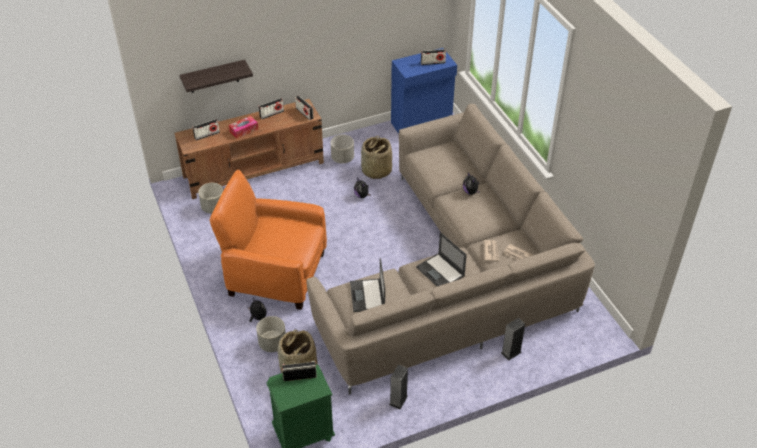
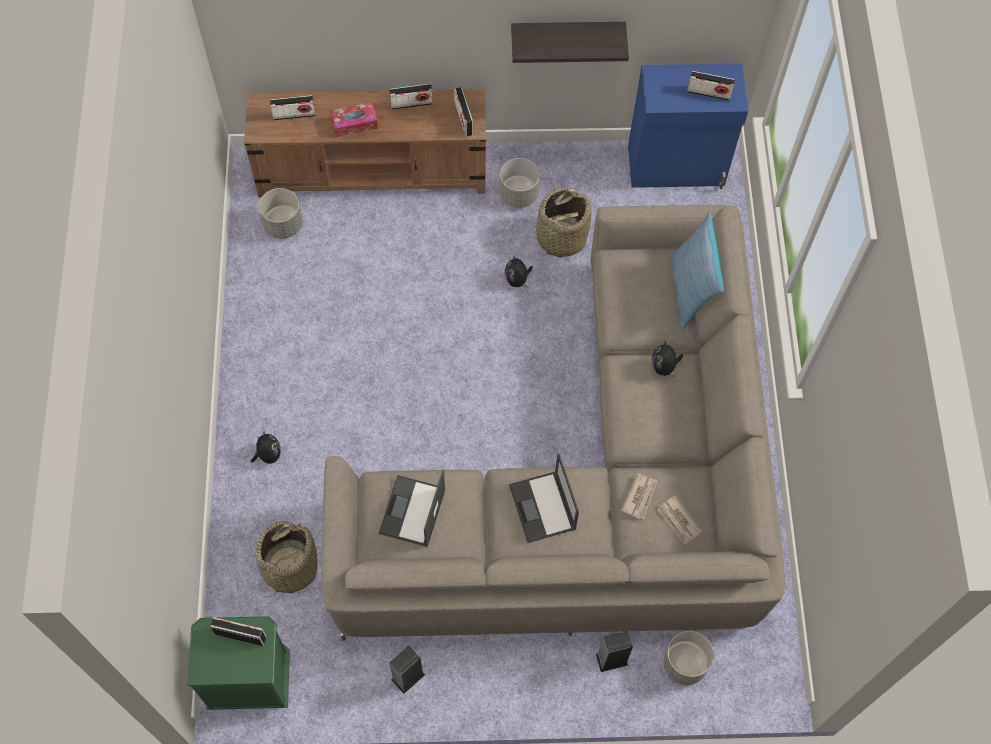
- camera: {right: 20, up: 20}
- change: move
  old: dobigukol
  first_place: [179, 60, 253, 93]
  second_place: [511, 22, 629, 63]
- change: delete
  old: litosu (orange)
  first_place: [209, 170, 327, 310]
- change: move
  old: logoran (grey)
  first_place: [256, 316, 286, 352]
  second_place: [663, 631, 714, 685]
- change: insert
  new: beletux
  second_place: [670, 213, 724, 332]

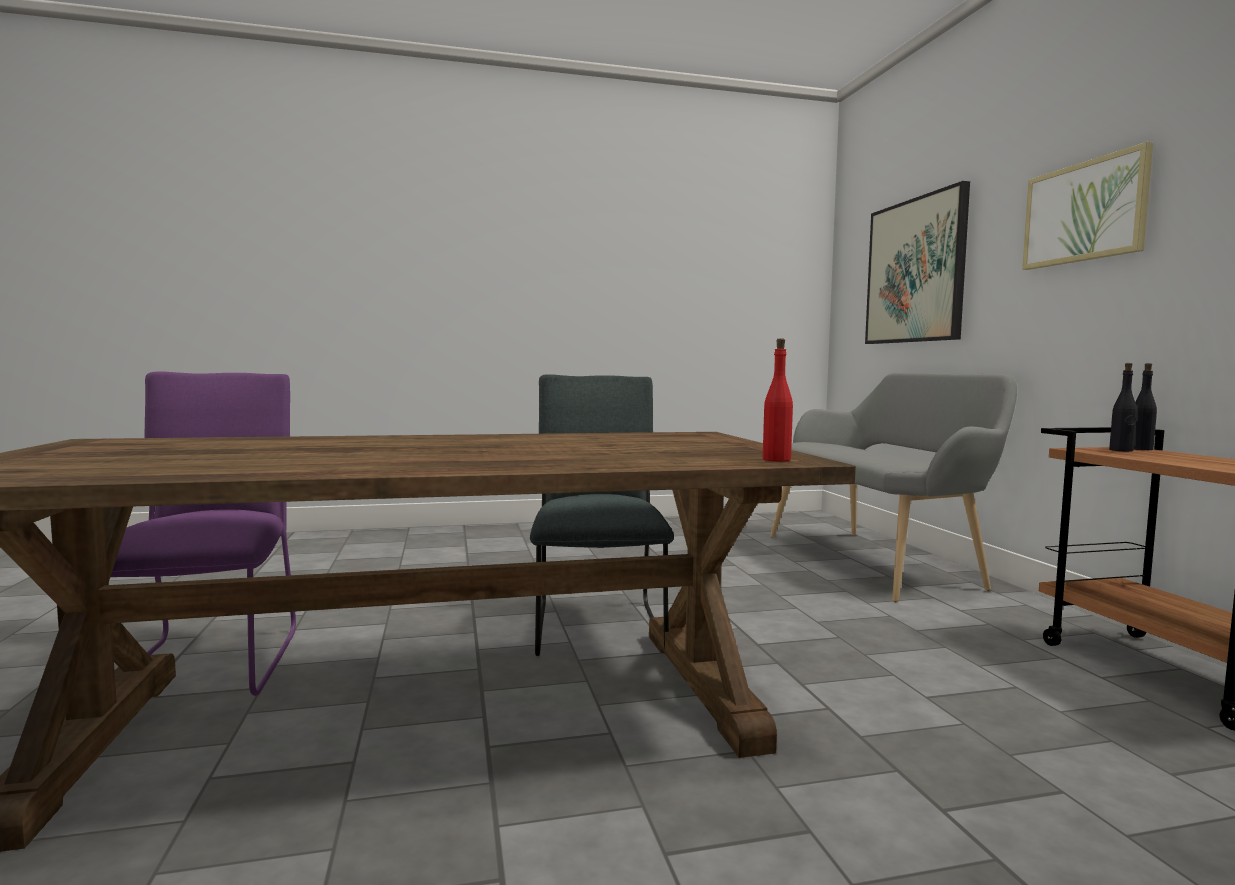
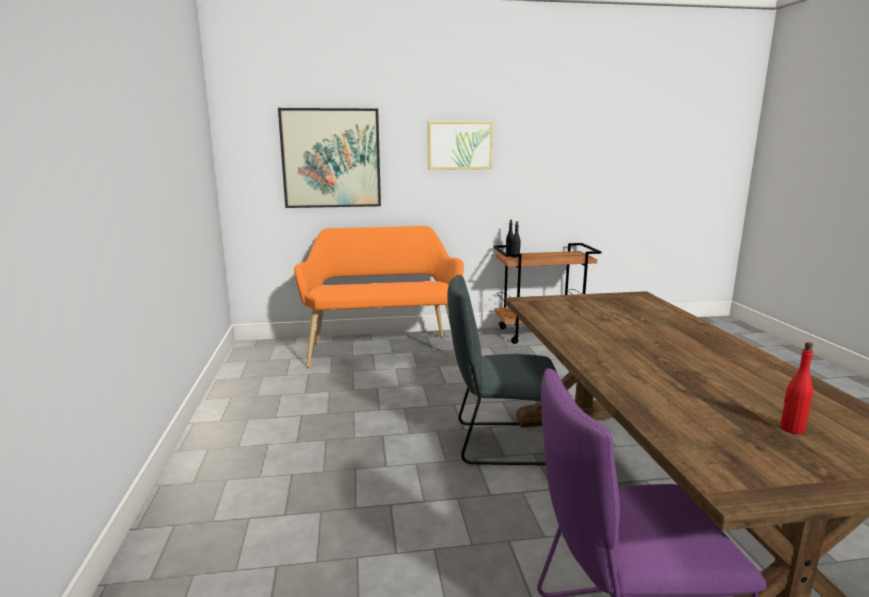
- camera: {right: -85, up: 10}
- change: move
  old: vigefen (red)
  first_place: [763, 338, 793, 462]
  second_place: [780, 342, 813, 434]
- change: recolor
  old: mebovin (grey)
  new: mebovin (orange)
  first_place: [770, 373, 1017, 602]
  second_place: [294, 226, 464, 368]

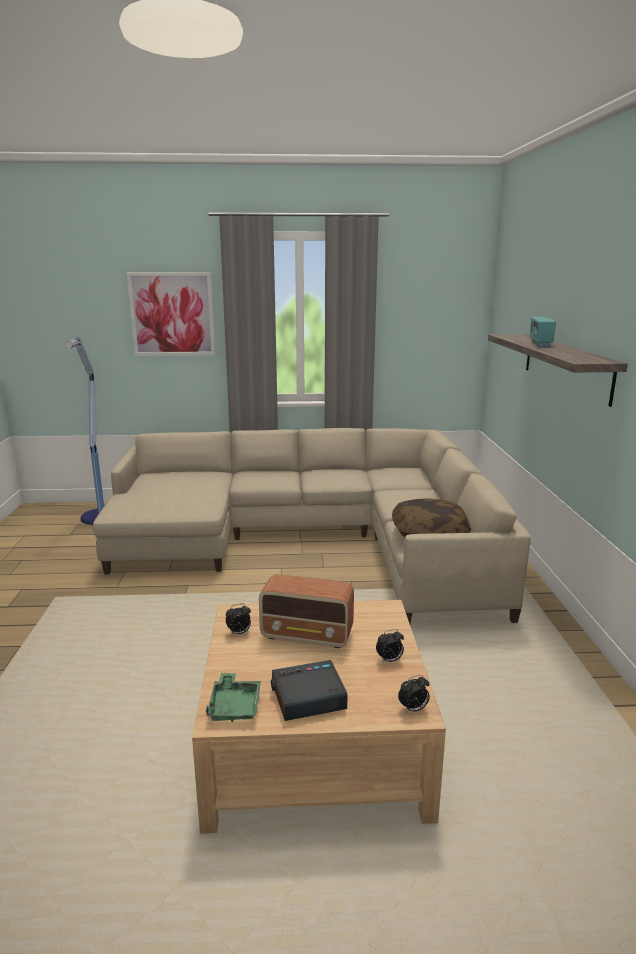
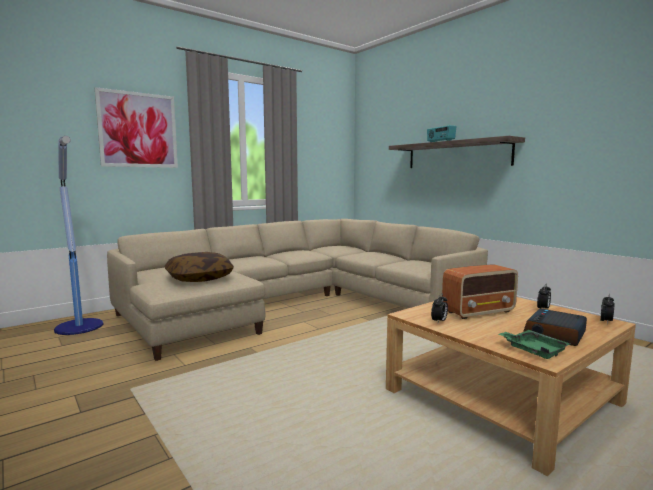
- camera: {right: -35, up: -10}
- change: move
  old: beletux
  first_place: [392, 498, 471, 537]
  second_place: [164, 252, 234, 282]

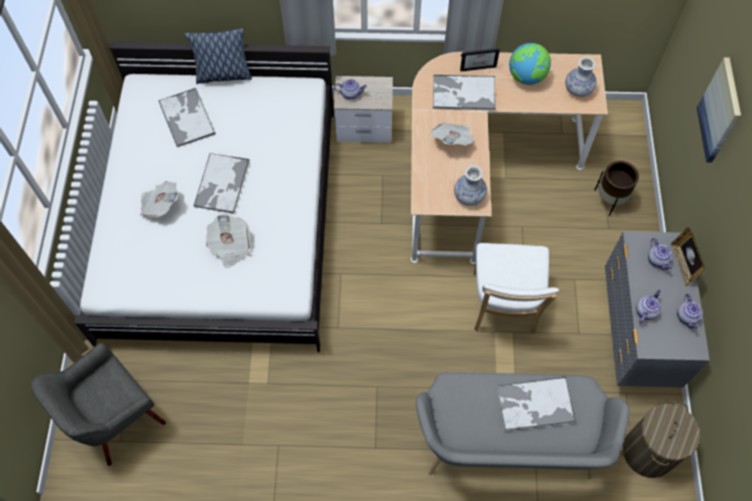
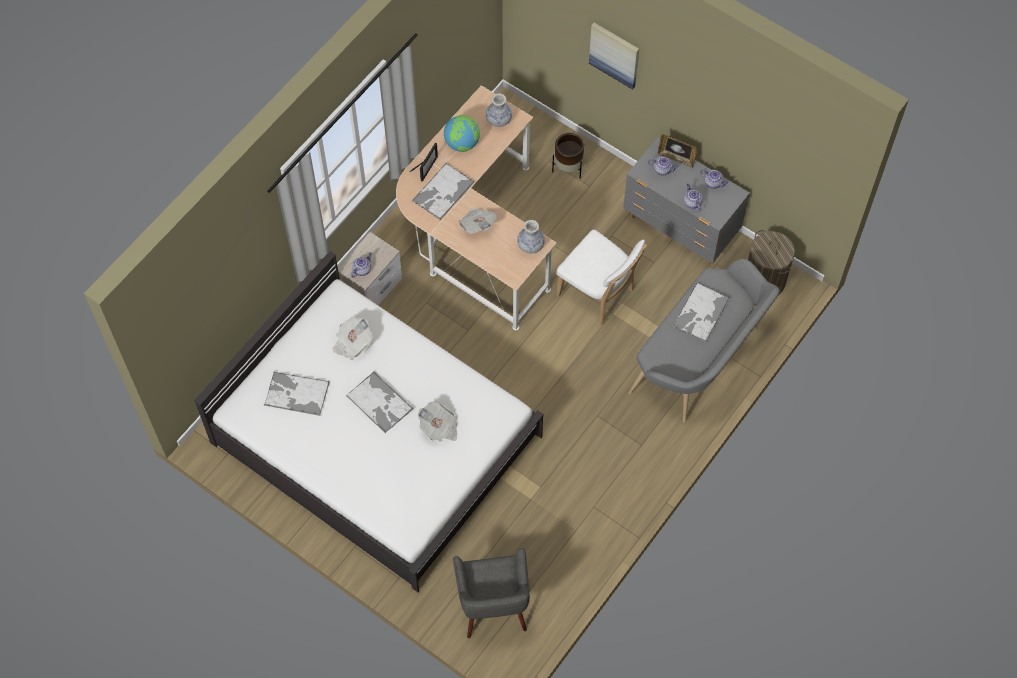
- camera: {right: -55, up: 0}
- change: move
  old: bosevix
  first_place: [140, 181, 178, 217]
  second_place: [333, 316, 372, 360]
- change: delete
  old: beletux
  first_place: [184, 28, 252, 84]

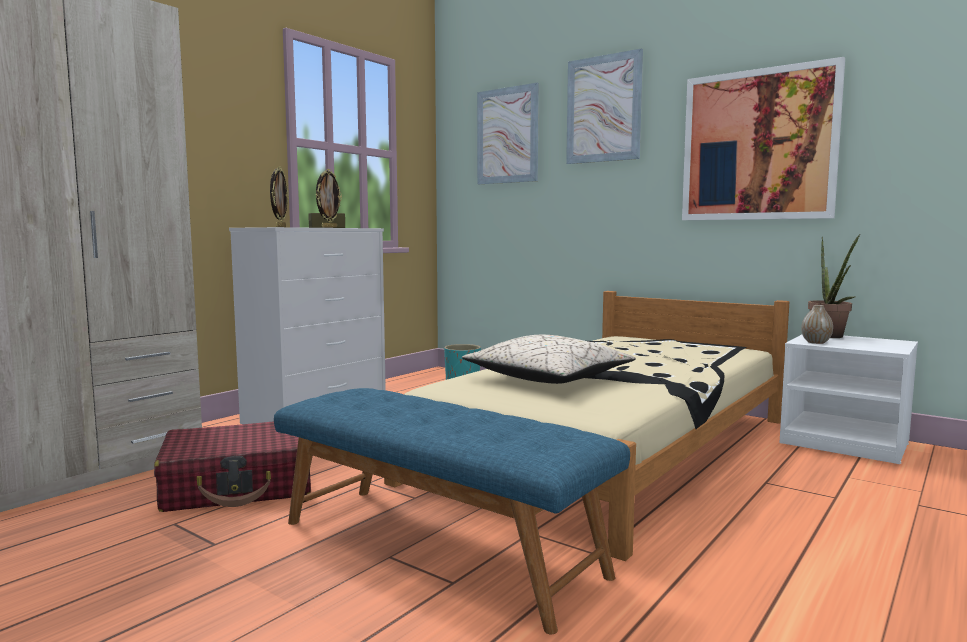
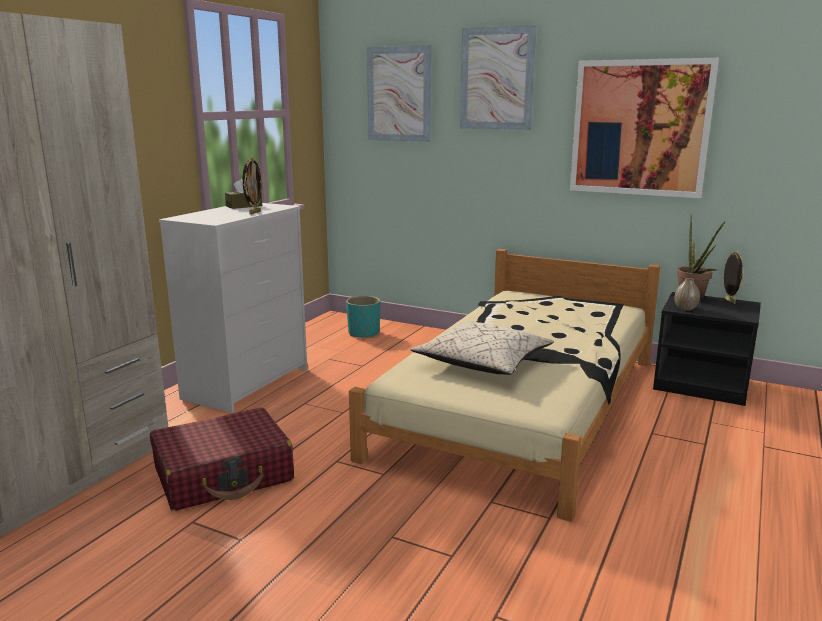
- camera: {right: -10, up: 10}
- change: move
  old: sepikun
  first_place: [270, 166, 289, 227]
  second_place: [724, 251, 744, 304]
- change: delete
  old: mebovin (blue)
  first_place: [274, 388, 630, 634]
- change: recolor
  old: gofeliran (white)
  new: gofeliran (black)
  first_place: [779, 335, 918, 464]
  second_place: [653, 292, 761, 406]

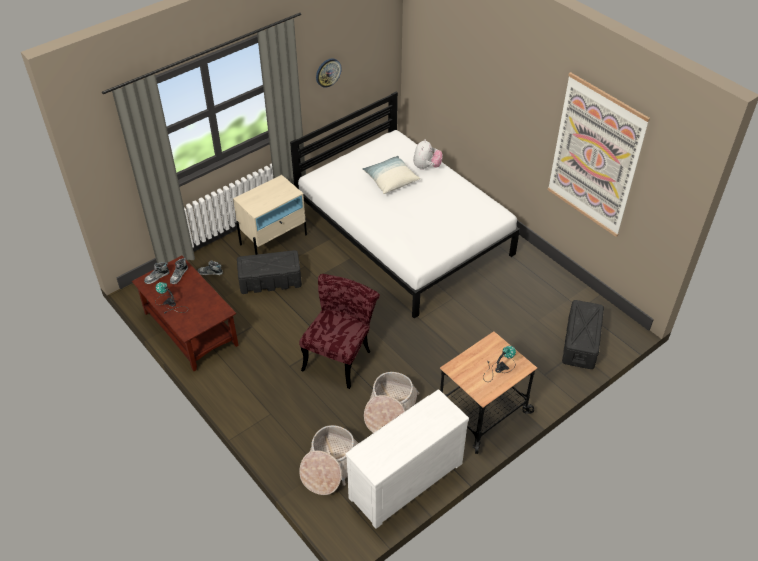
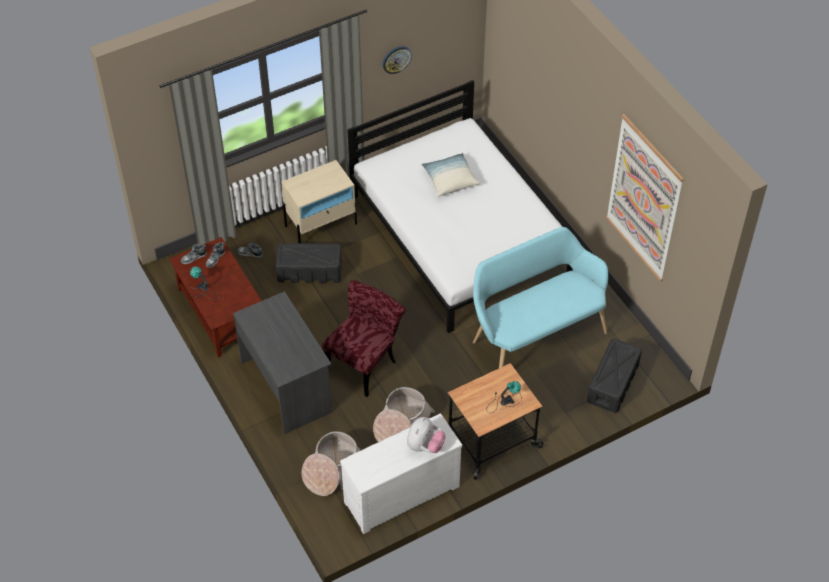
- camera: {right: 10, up: 5}
- change: move
  old: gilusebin
  first_place: [413, 139, 443, 170]
  second_place: [407, 417, 445, 453]
- change: insert
  new: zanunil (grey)
  second_place: [233, 291, 332, 434]
- change: insert
  new: mebovin (turquoise)
  second_place: [473, 227, 608, 368]

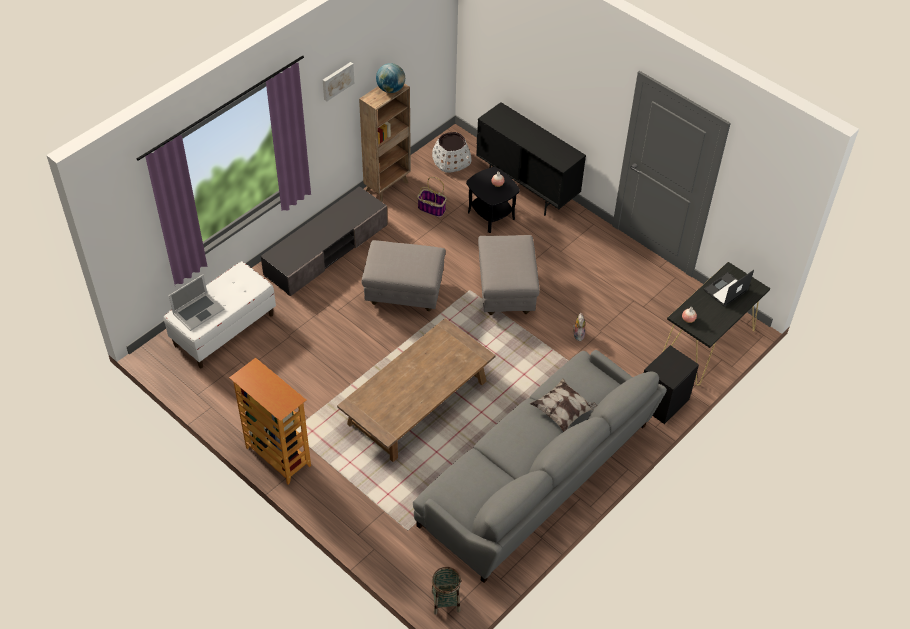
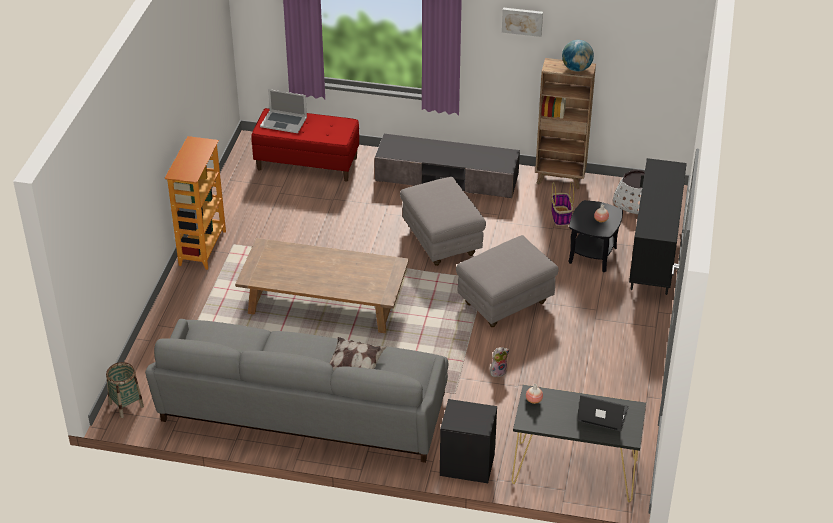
- camera: {right: 60, up: -10}
- change: recolor
  old: mebovin (white)
  new: mebovin (red)
  first_place: [164, 261, 276, 368]
  second_place: [251, 108, 359, 182]

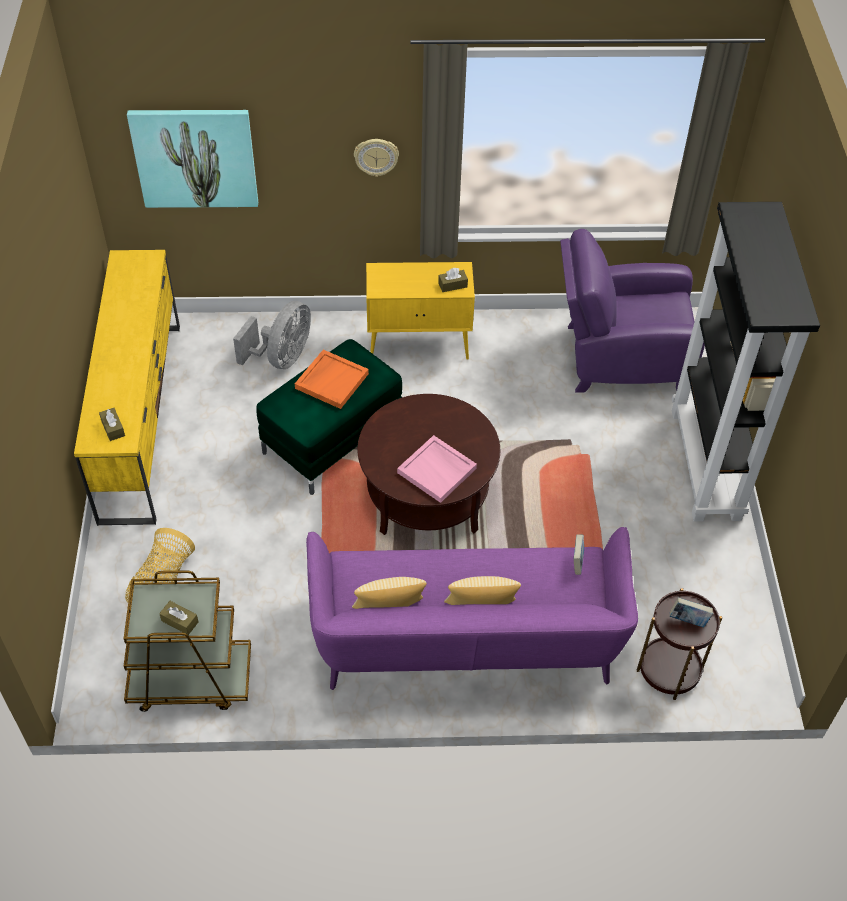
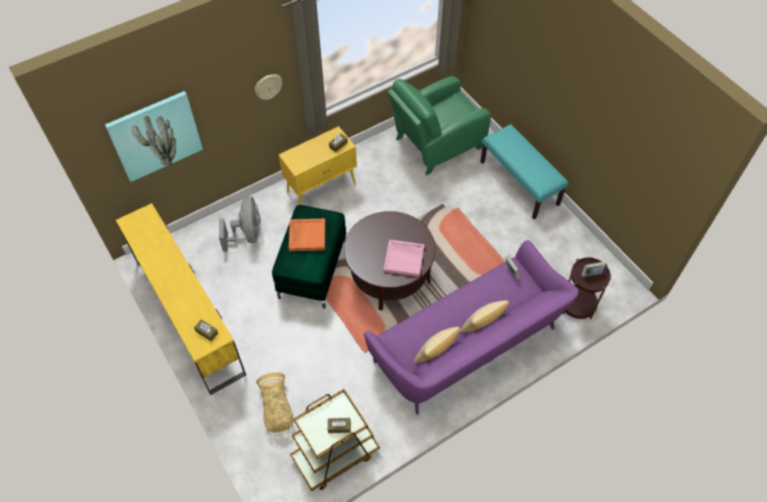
- camera: {right: -30, up: 5}
- change: recolor
  old: litosu (purple)
  new: litosu (green)
  first_place: [560, 229, 705, 392]
  second_place: [387, 76, 491, 176]
- change: replace
  old: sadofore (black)
  new: mebovin (turquoise)
  first_place: [672, 202, 820, 522]
  second_place: [480, 124, 569, 219]

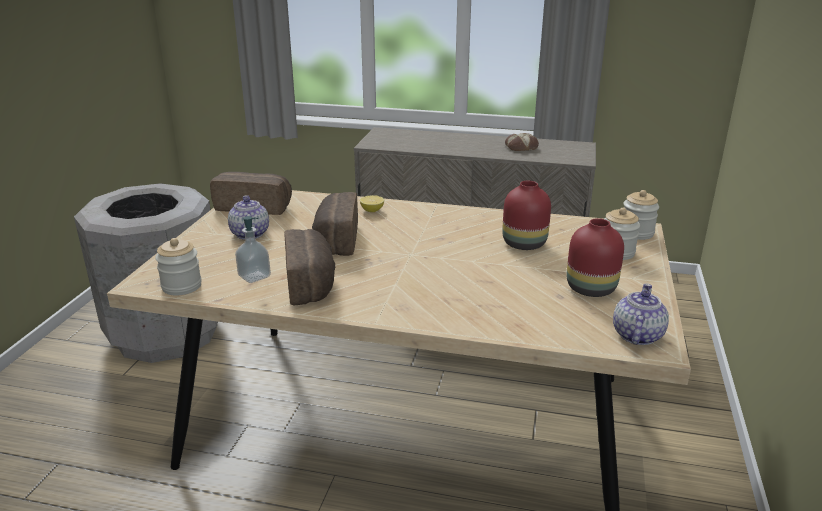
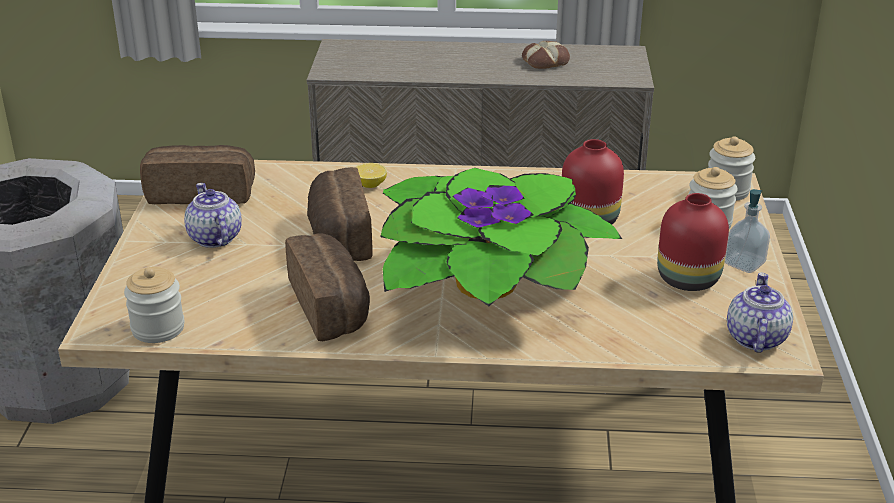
- camera: {right: -10, up: 5}
- change: move
  old: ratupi
  first_place: [235, 216, 271, 283]
  second_place: [725, 189, 770, 273]
- change: insert
  new: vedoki
  second_place: [380, 168, 622, 306]

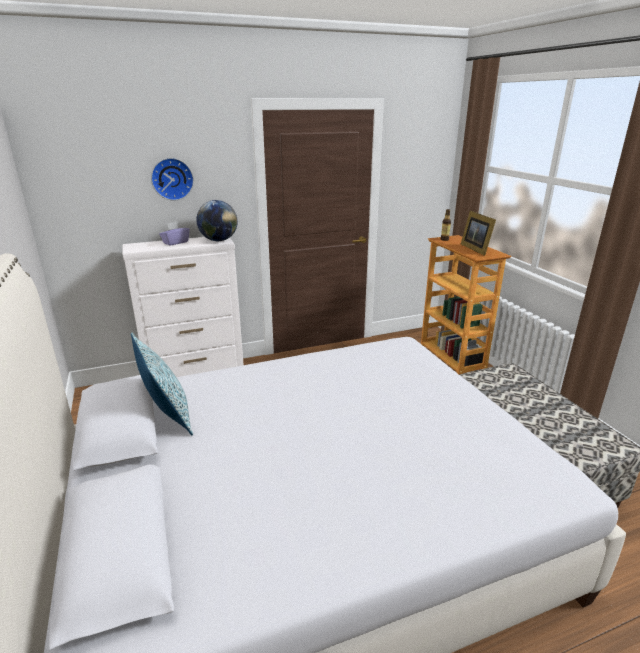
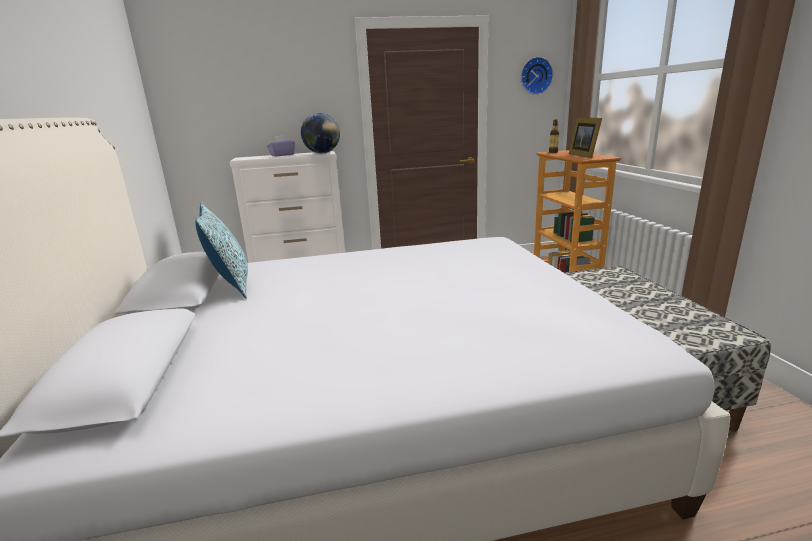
- camera: {right: 10, up: -5}
- change: move
  old: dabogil
  first_place: [151, 158, 194, 201]
  second_place: [521, 57, 553, 95]

